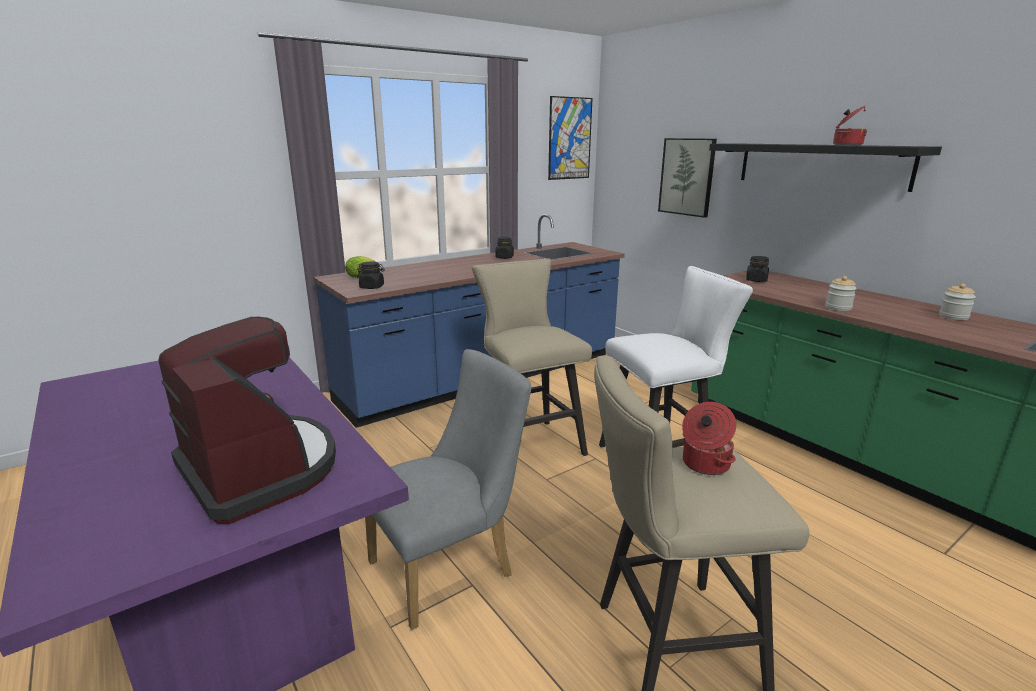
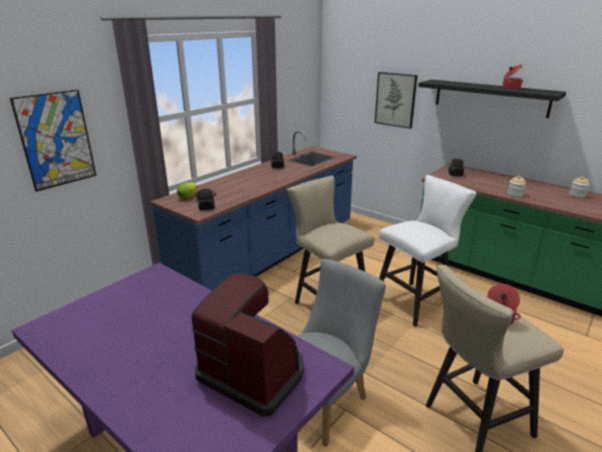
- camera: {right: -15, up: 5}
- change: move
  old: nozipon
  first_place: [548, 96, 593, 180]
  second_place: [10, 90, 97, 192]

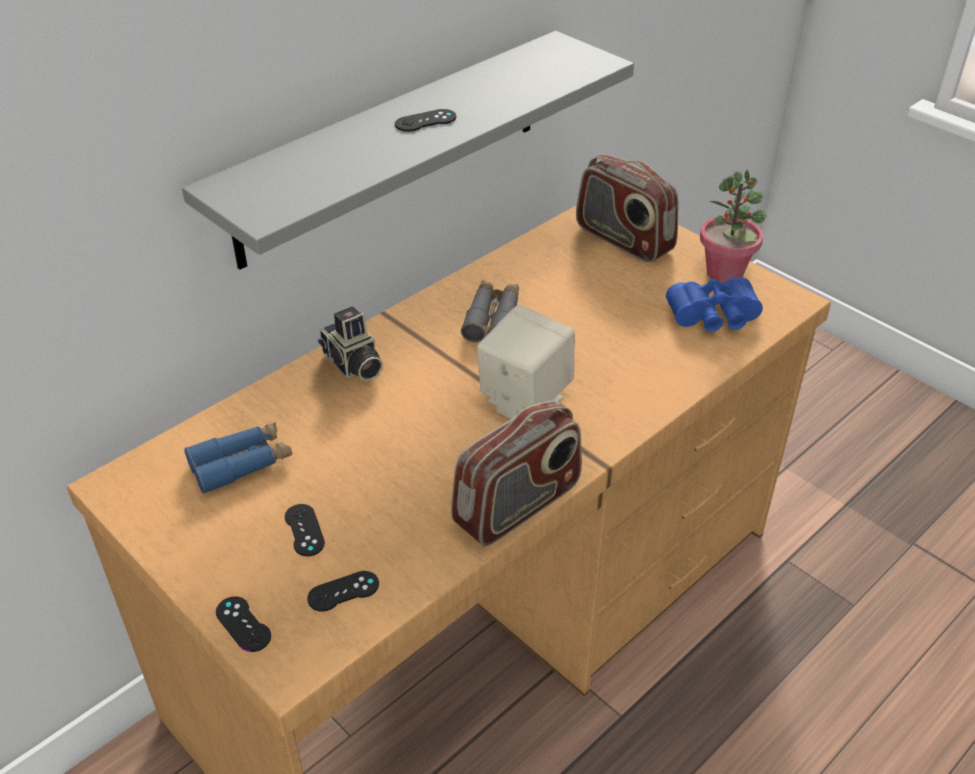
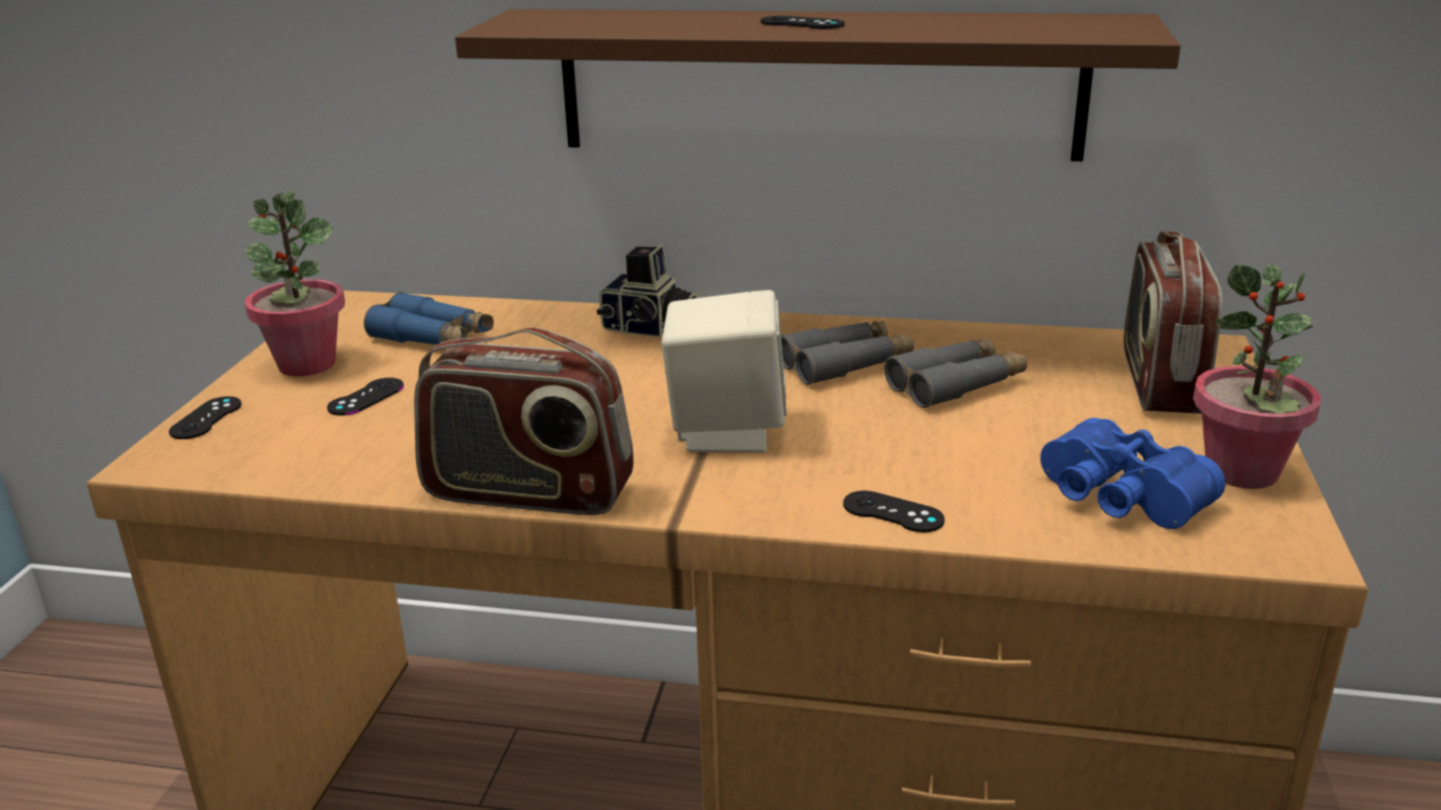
- camera: {right: 55, up: -15}
- change: recolor
  old: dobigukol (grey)
  new: dobigukol (brown)
  first_place: [182, 31, 634, 270]
  second_place: [455, 9, 1181, 161]
- change: move
  old: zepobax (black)
  first_place: [307, 571, 379, 612]
  second_place: [843, 491, 945, 532]
- change: rotate
  old: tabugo
  first_place: [318, 306, 383, 381]
  second_place: [597, 244, 699, 337]
  degrees: -90
- change: insert
  new: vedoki
  second_place: [245, 191, 345, 376]
- change: insert
  new: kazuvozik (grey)
  second_place: [885, 338, 1027, 408]

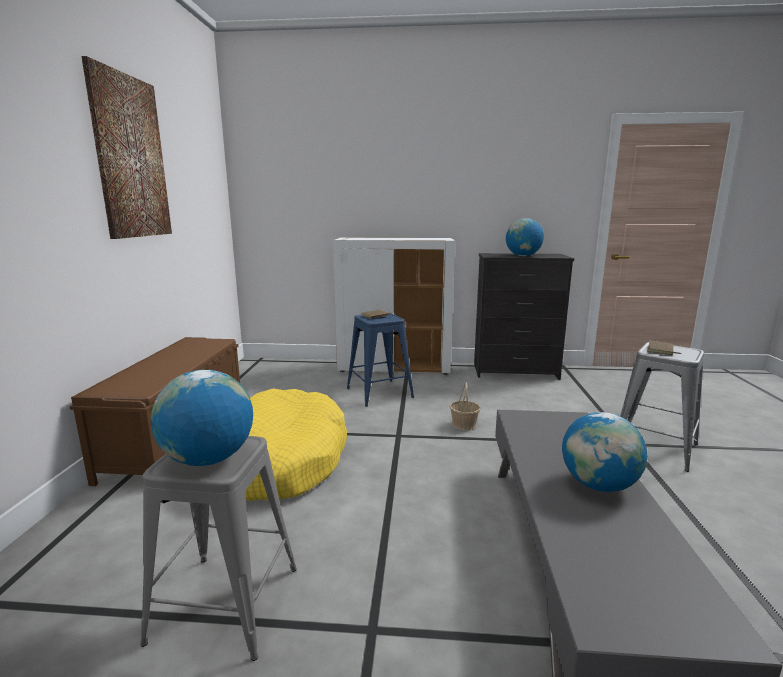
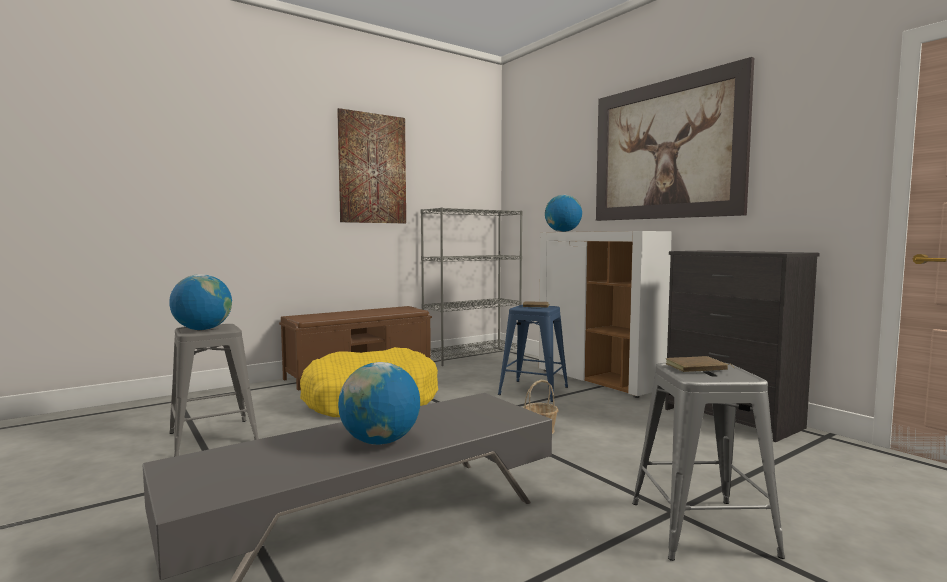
- camera: {right: 50, up: -10}
- change: move
  old: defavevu
  first_place: [506, 218, 544, 256]
  second_place: [545, 195, 582, 232]
- change: insert
  new: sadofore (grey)
  second_place: [421, 207, 523, 366]
- change: insert
  new: nozipon
  second_place: [596, 57, 754, 221]

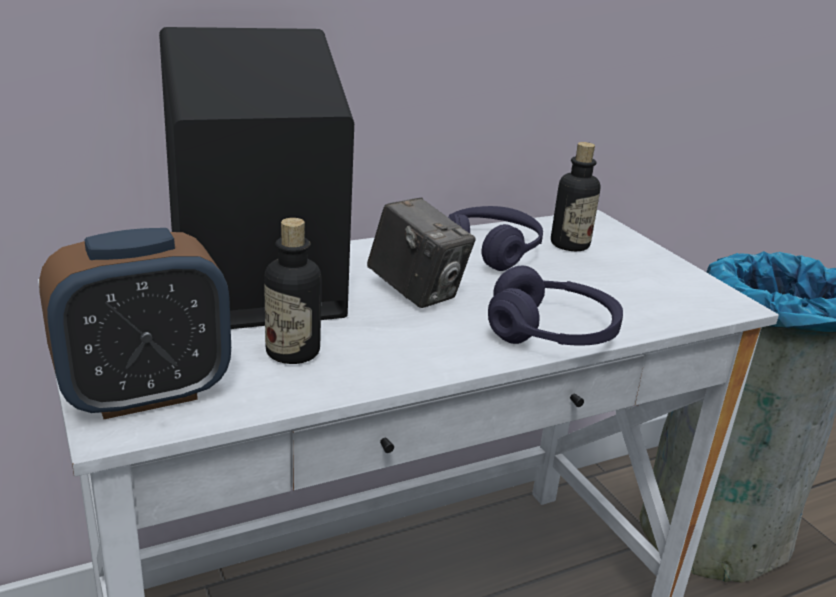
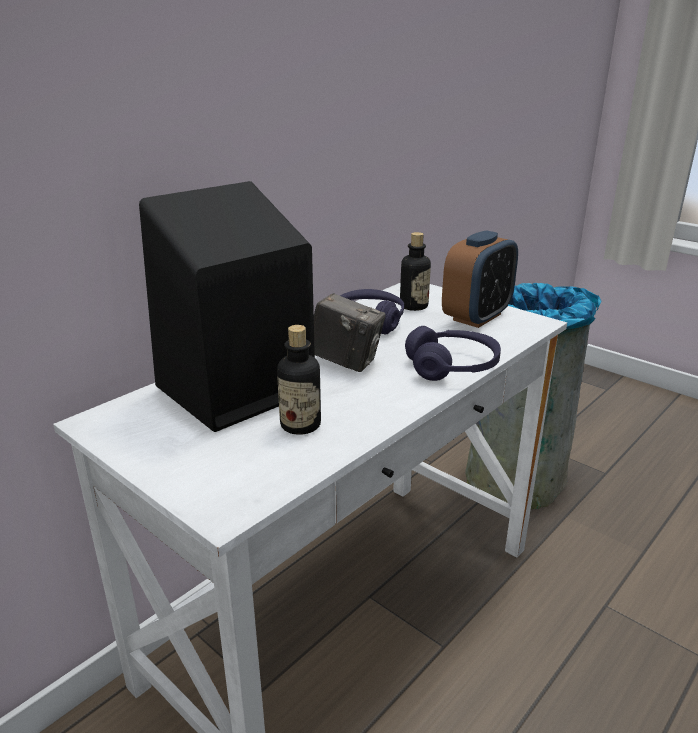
- camera: {right: -20, up: 0}
- change: move
  old: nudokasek
  first_place: [39, 228, 231, 419]
  second_place: [442, 230, 518, 328]

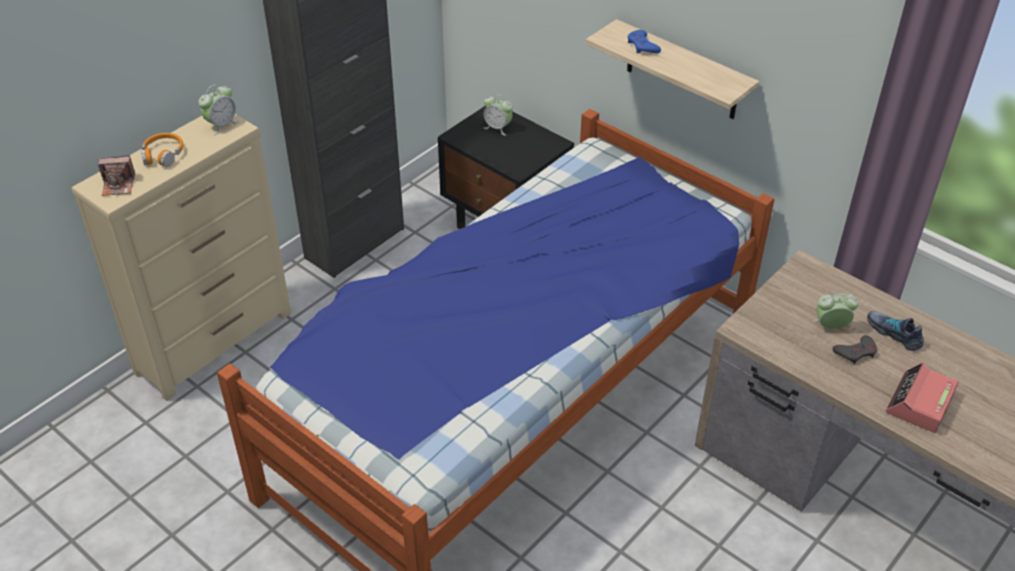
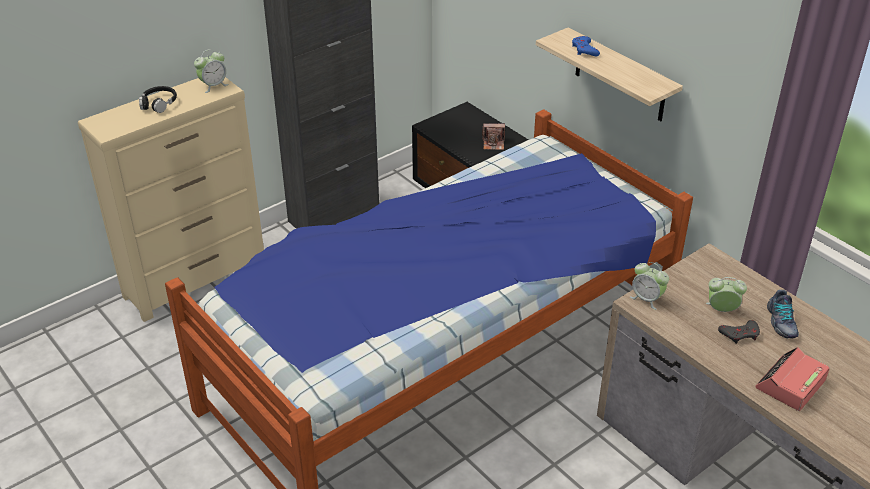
- camera: {right: 10, up: -5}
- change: move
  old: tabugo
  first_place: [98, 155, 135, 196]
  second_place: [482, 123, 505, 150]
- change: recolor
  old: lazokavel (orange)
  new: lazokavel (black)
  first_place: [141, 133, 184, 167]
  second_place: [139, 86, 177, 113]
- change: move
  old: nudokasek
  first_place: [484, 94, 513, 136]
  second_place: [630, 262, 669, 310]
- change: rotate
  old: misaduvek
  first_place: [867, 311, 924, 351]
  second_place: [767, 290, 799, 339]
  degrees: -150

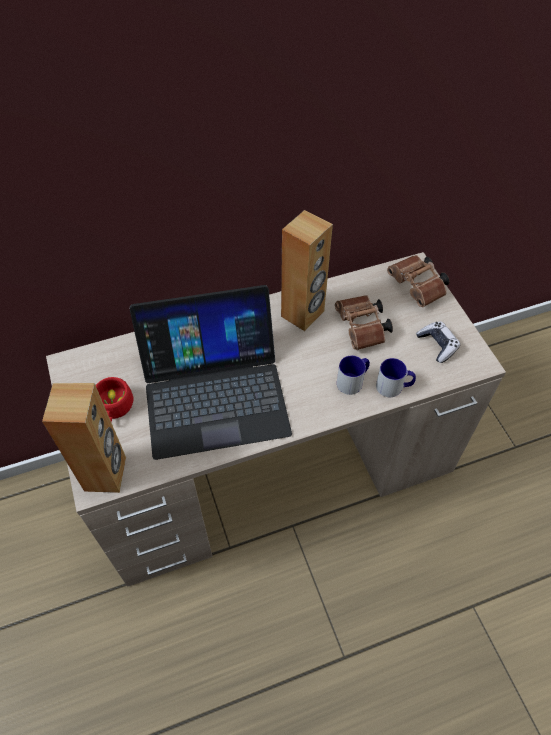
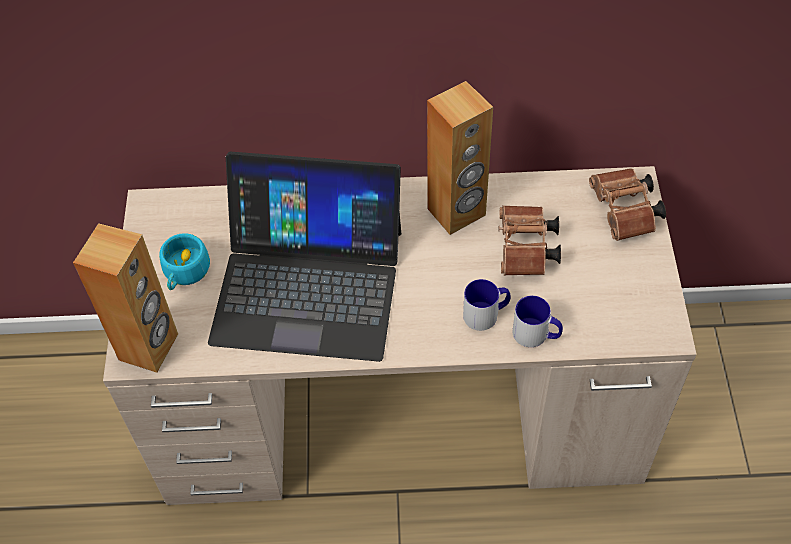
- camera: {right: 20, up: 0}
- change: recolor
  old: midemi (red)
  new: midemi (turquoise)
  first_place: [96, 377, 133, 422]
  second_place: [159, 233, 210, 290]
- change: delete
  old: zepobax
  first_place: [416, 322, 460, 363]

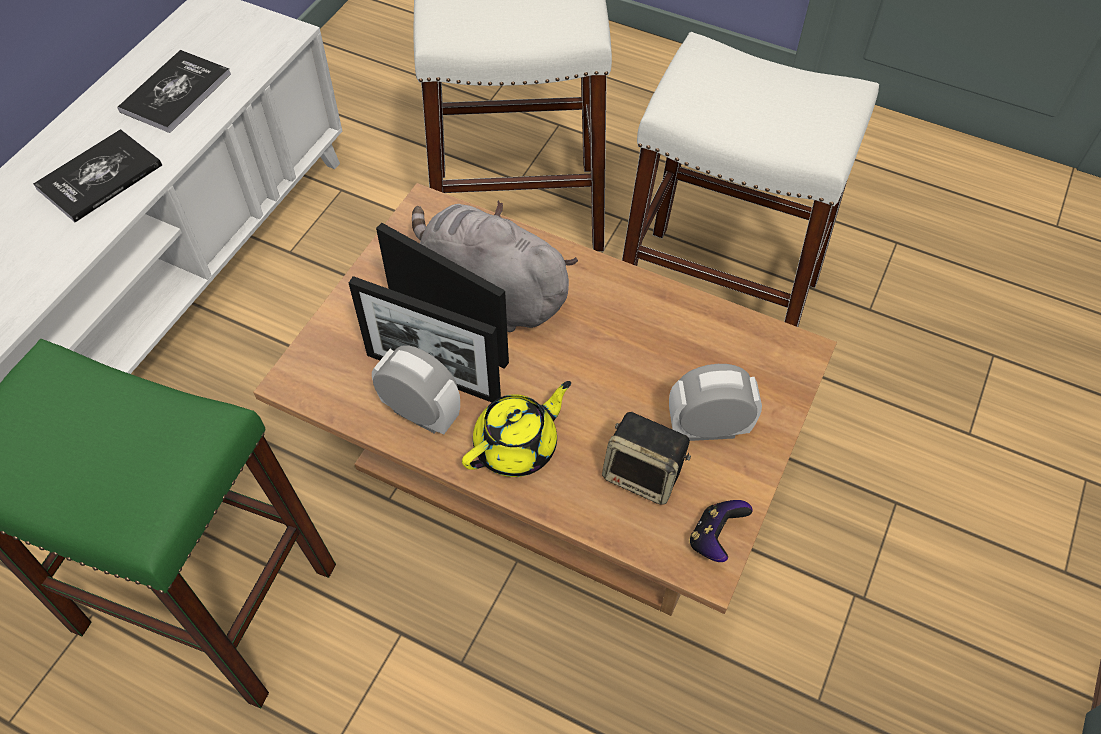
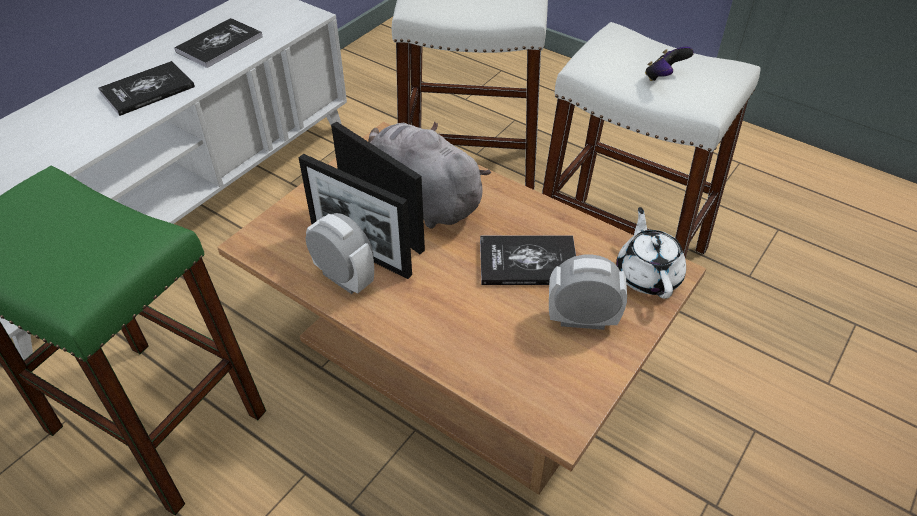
- camera: {right: 10, up: -10}
- change: delete
  old: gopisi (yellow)
  first_place: [462, 381, 571, 477]
- change: delete
  old: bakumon
  first_place: [602, 412, 691, 505]
- change: move
  old: zepobax
  first_place: [689, 500, 752, 562]
  second_place: [645, 47, 694, 81]
- change: insert
  new: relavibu
  second_place: [480, 235, 576, 285]
- change: insert
  new: gopisi (white)
  second_place: [616, 207, 686, 299]

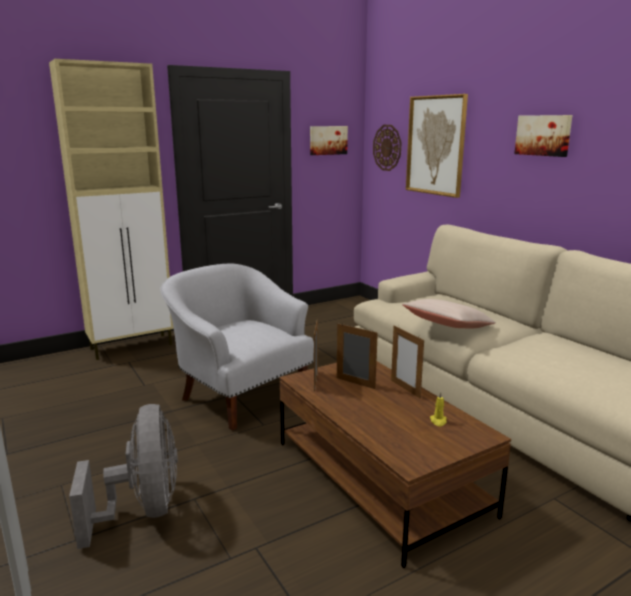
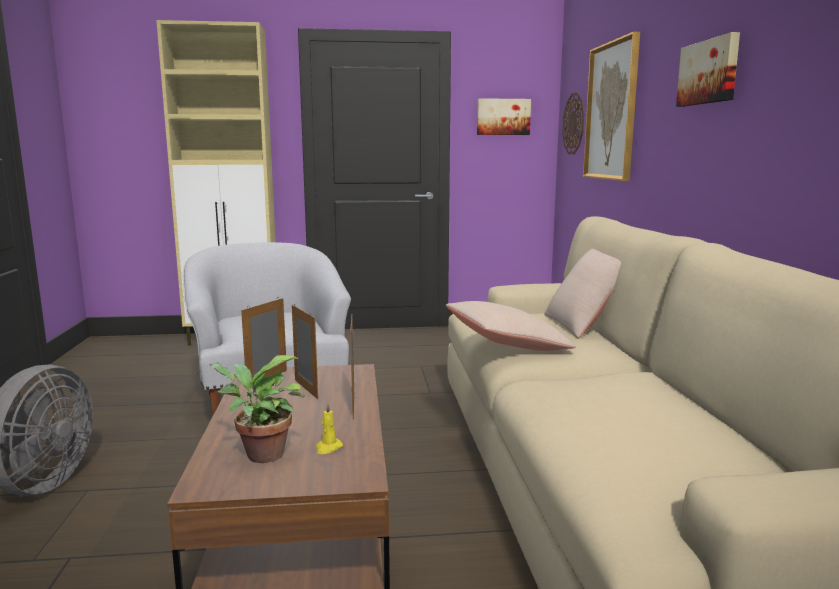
- camera: {right: 25, up: -5}
- change: insert
  new: vedoki
  second_place: [209, 355, 305, 463]
- change: insert
  new: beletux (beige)
  second_place: [544, 249, 621, 339]

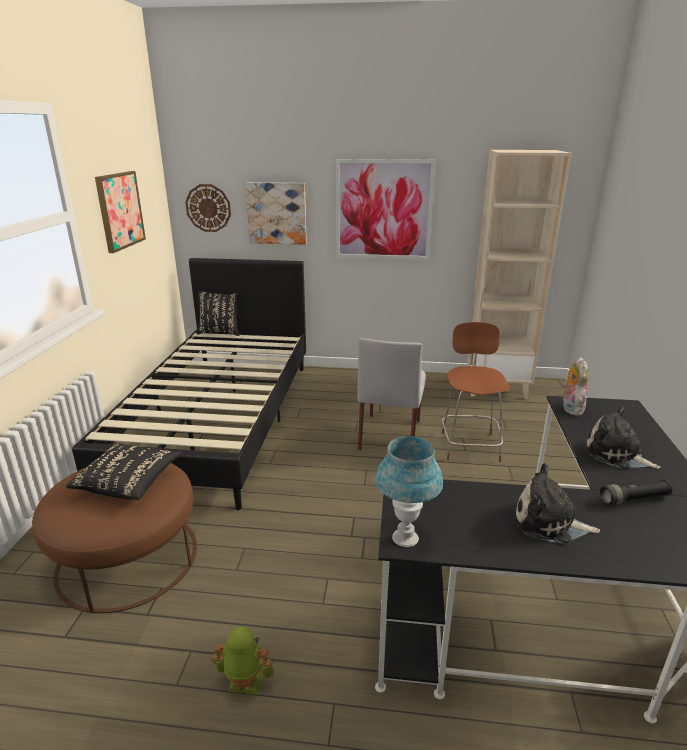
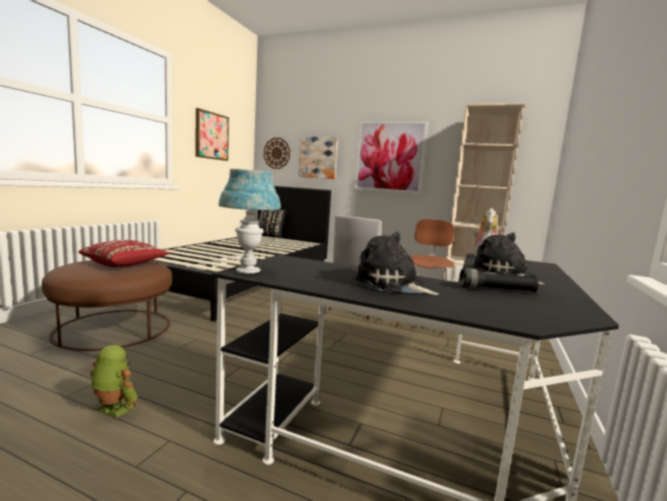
- camera: {right: 15, up: -15}
- change: recolor
  old: beletux (black)
  new: beletux (red)
  first_place: [66, 442, 182, 500]
  second_place: [78, 240, 169, 267]

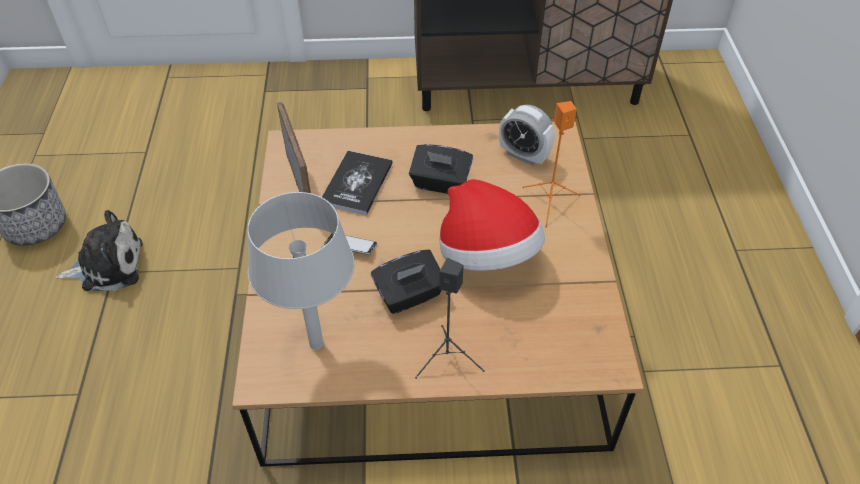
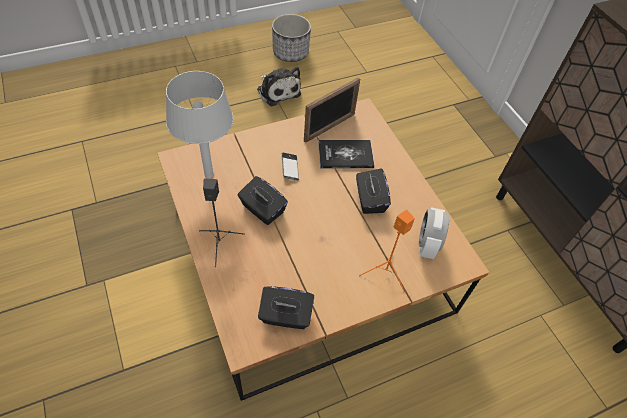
- camera: {right: 65, up: 5}
- change: delete
  old: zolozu
  first_place: [439, 179, 545, 271]
- change: insert
  new: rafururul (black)
  second_place: [258, 286, 314, 329]

